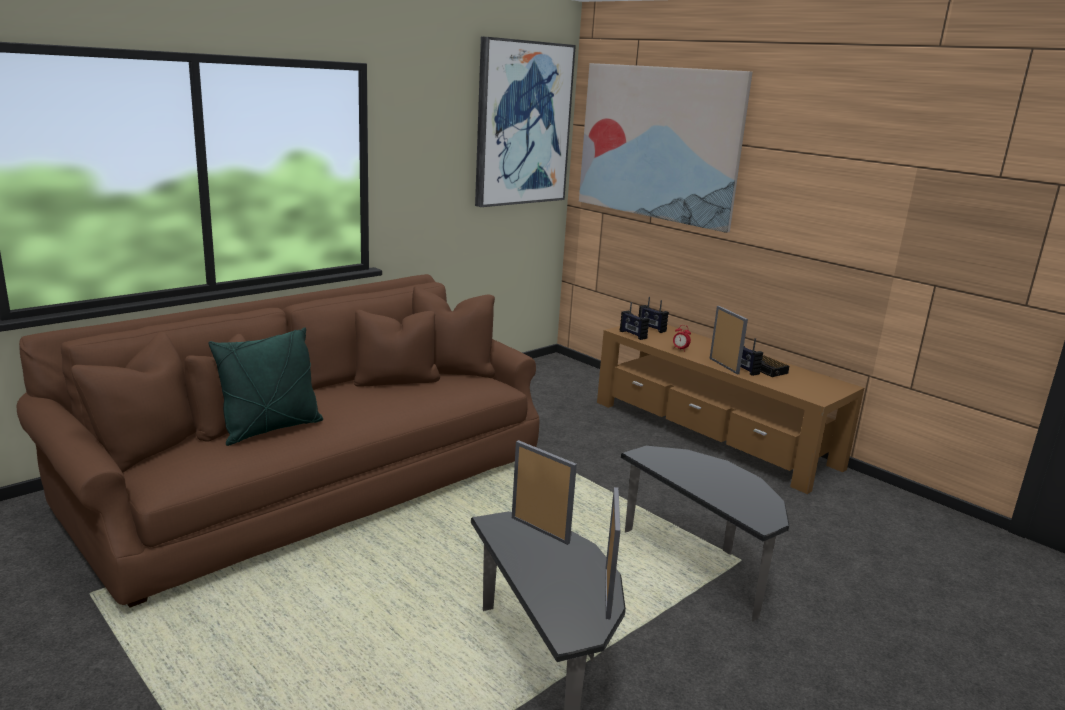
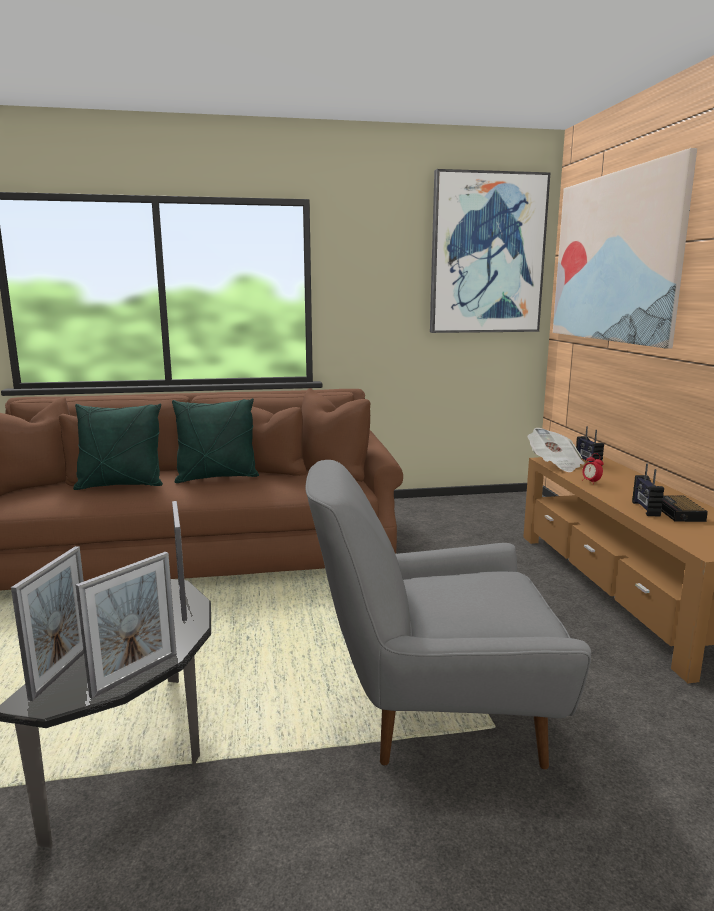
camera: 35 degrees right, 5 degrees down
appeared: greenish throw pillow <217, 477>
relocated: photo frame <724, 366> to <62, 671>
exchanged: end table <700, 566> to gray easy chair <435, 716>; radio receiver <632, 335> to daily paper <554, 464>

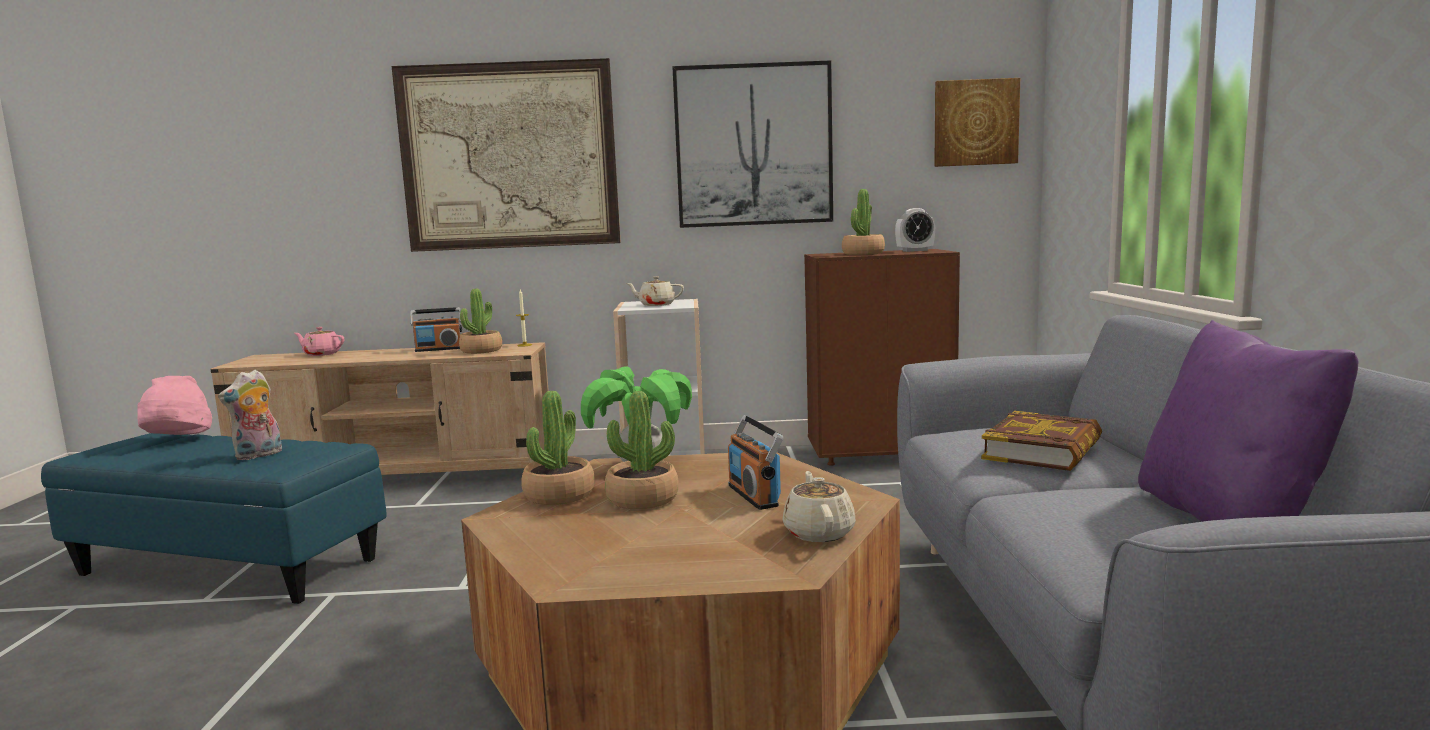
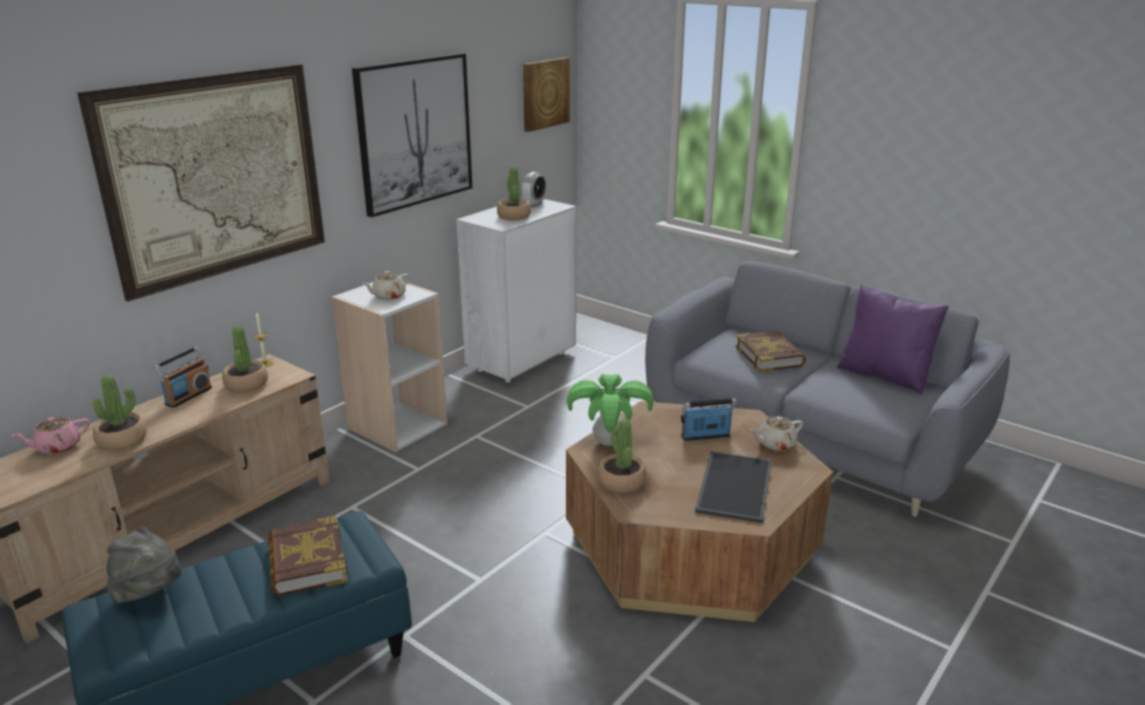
camera: 50 degrees left, 15 degrees up
appeared: serving tray <733, 485>
relocated: potted plant <642, 499> to <122, 440>
exchanged: cuddly toy <258, 455> to bound book <307, 562>
colour: pink-coloured wearable hat <178, 440> to gray wearable hat <151, 595>; brown storage cabinet <880, 454> to whitish storage cabinet <522, 361>
spun: radio receiver <754, 495> = <705, 436> 150 degrees clockwise; beige teapot <818, 532> = <775, 444> 60 degrees counterclockwise

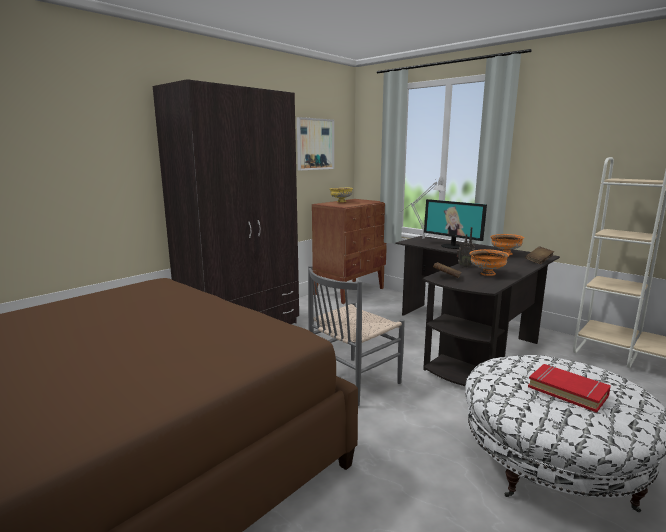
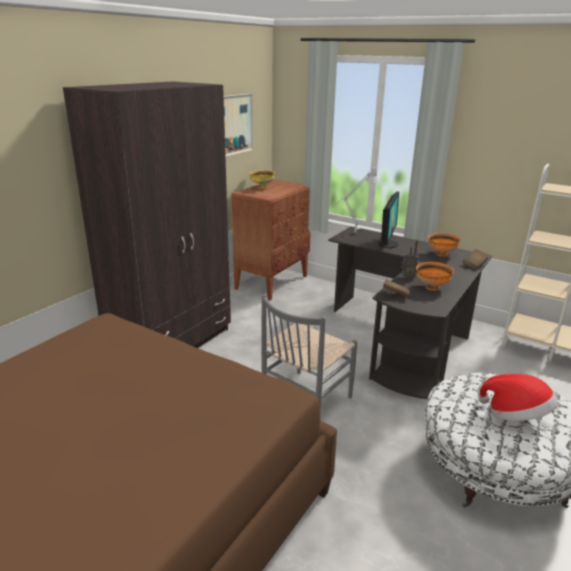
camera: 10 degrees left, 10 degrees up
exchanged: reddish bound book <567, 391> to wearable hat <515, 415>
spun: monitor <452, 246> = <387, 244> 105 degrees counterclockwise

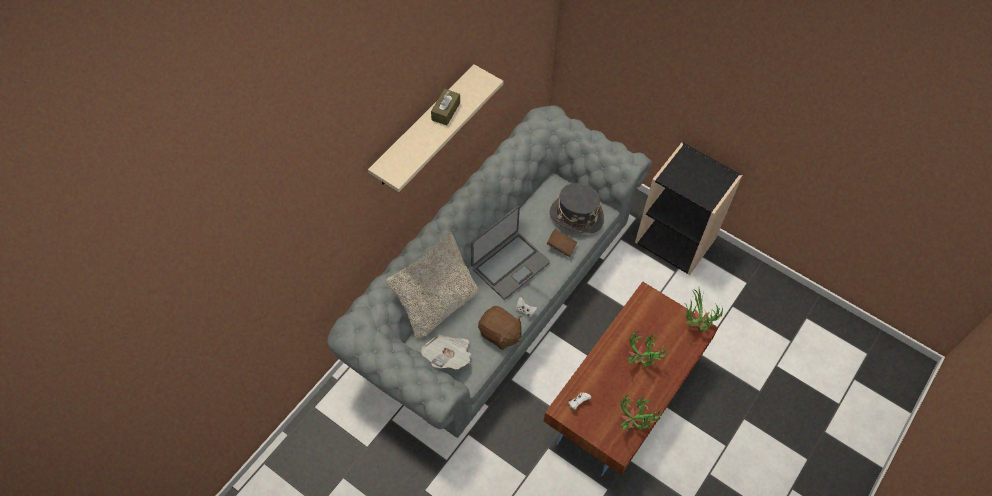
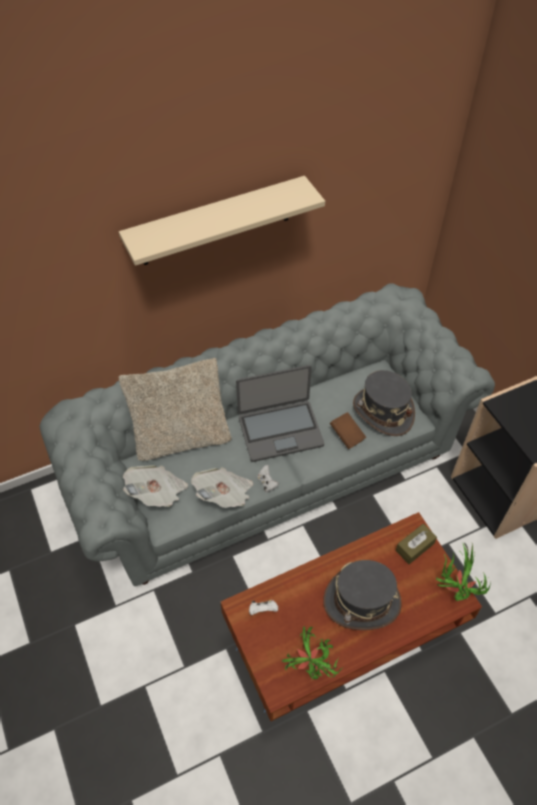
camera: 30 degrees right, 5 degrees down
relocated: brown box of tissues <446, 111> to <414, 547>
exchanged: brown cuddly toy <500, 334> to daily paper <224, 494>; potted plant <640, 363> to gray wearable hat <362, 601>

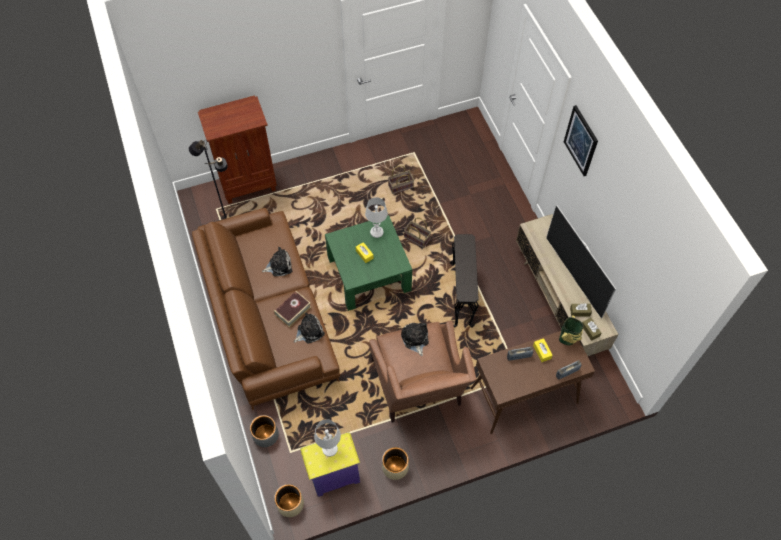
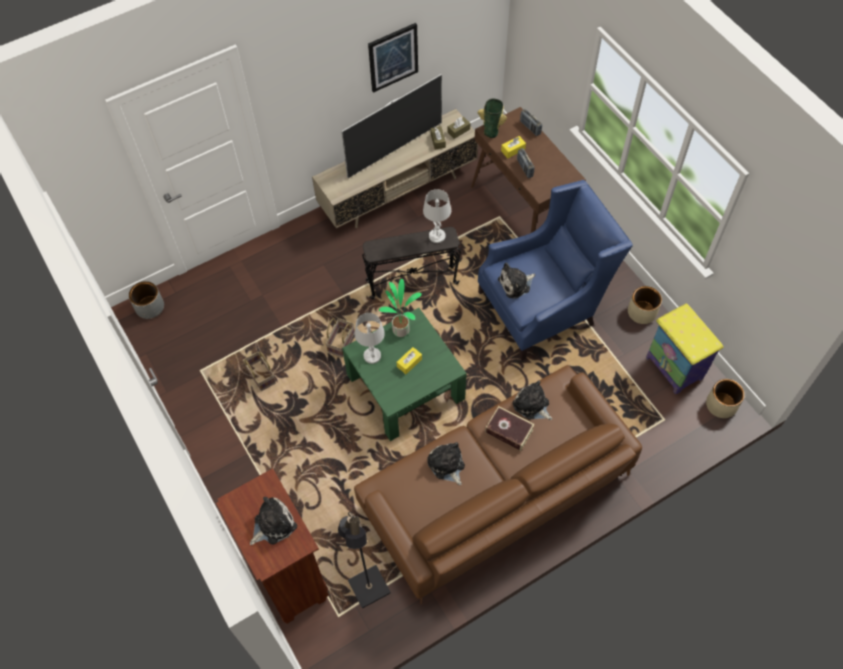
camera: 100 degrees left, 0 degrees up
appeared: cuddly toy <273, 524>; potted plant <401, 329>
relocated: gray planter <265, 435> to <150, 307>; wall art <581, 140> to <393, 57>; whitish lamp for a table <330, 448> to <436, 236>
colour: brown easy chair <418, 387> to blue easy chair <543, 306>

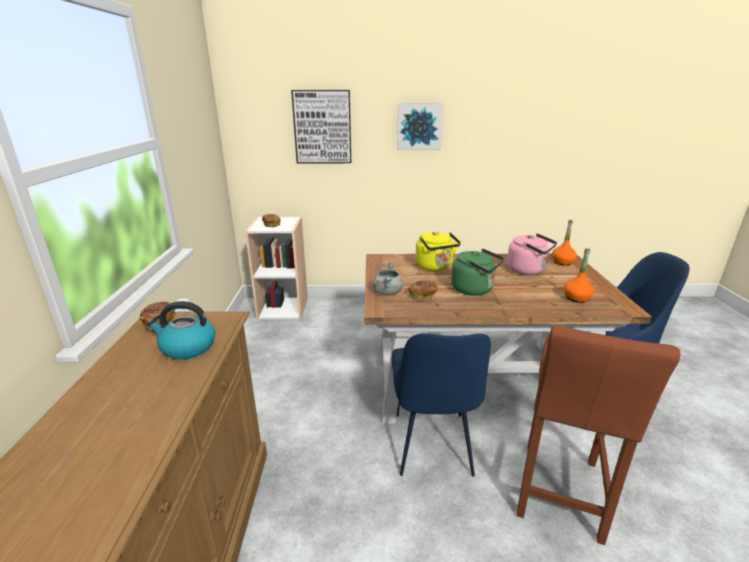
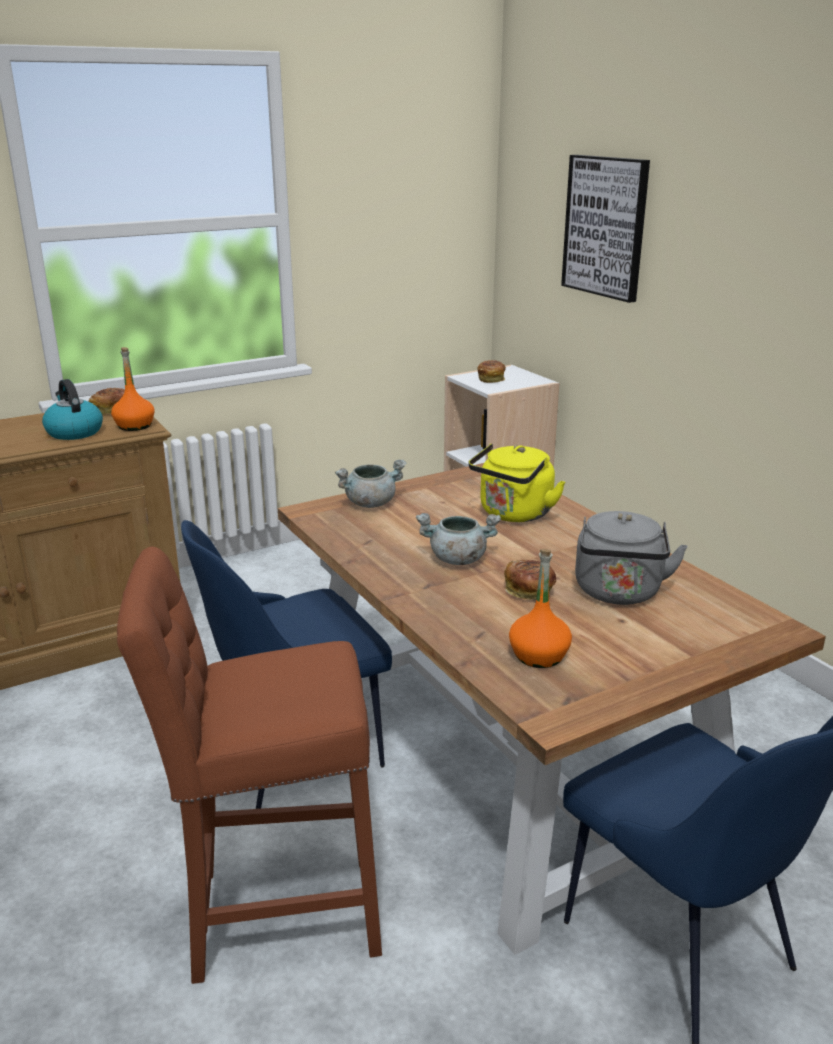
camera: 60 degrees right, 0 degrees up
missing: wall art <419, 126>
relocated: orange-coloured drink bottle <562, 262> to <135, 426>; bakery bread <423, 296> to <529, 591>
exchanged: greenish water kettle <474, 289> to gray saucepot <457, 559>
colour: pink-coloured water kettle <528, 270> to gray water kettle <618, 593>

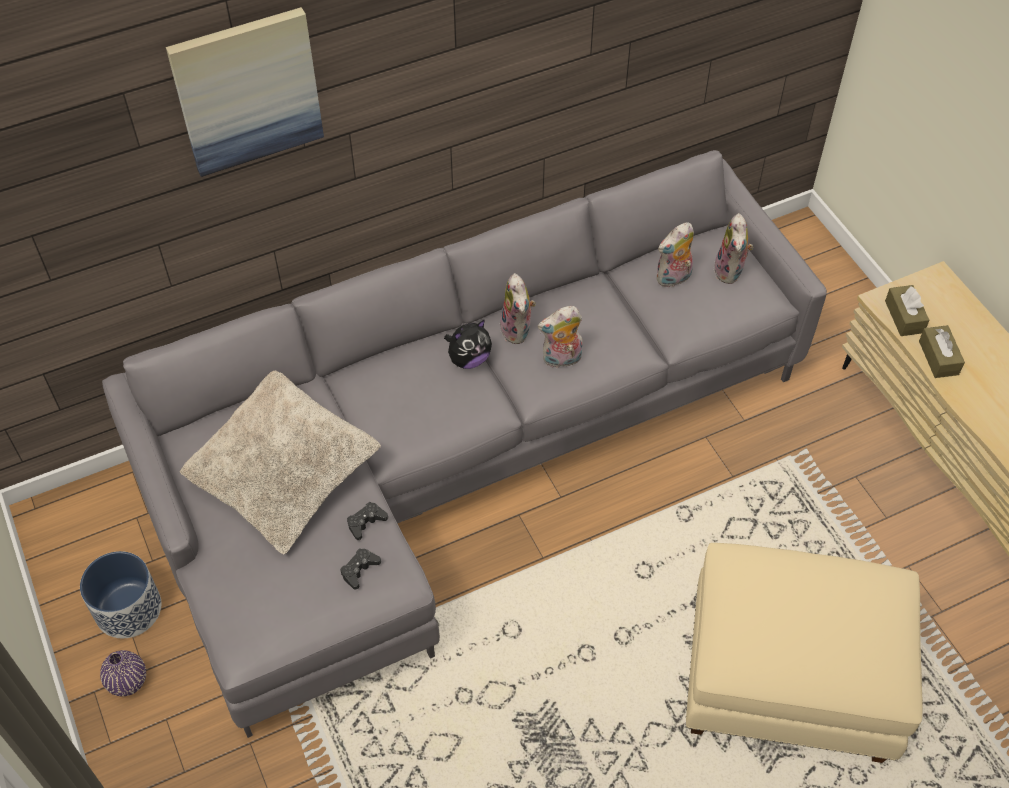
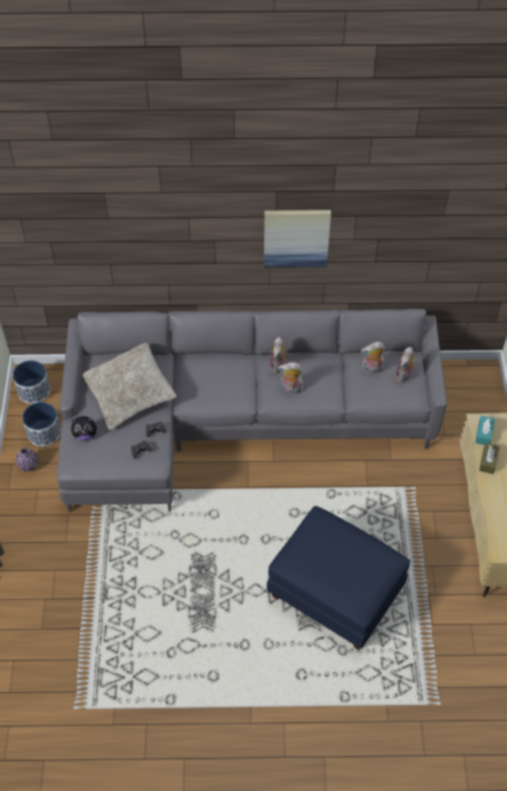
camera: 25 degrees right, 0 degrees up
appeared: planter <34, 391>
relocated: cuddly toy <468, 359> to <85, 434>; wall art <247, 91> to <296, 237>
colour: beige pouffe <789, 679> to blue pouffe <336, 593>; brown box of tissues <904, 317> to turquoise-coloured box of tissues <484, 434>

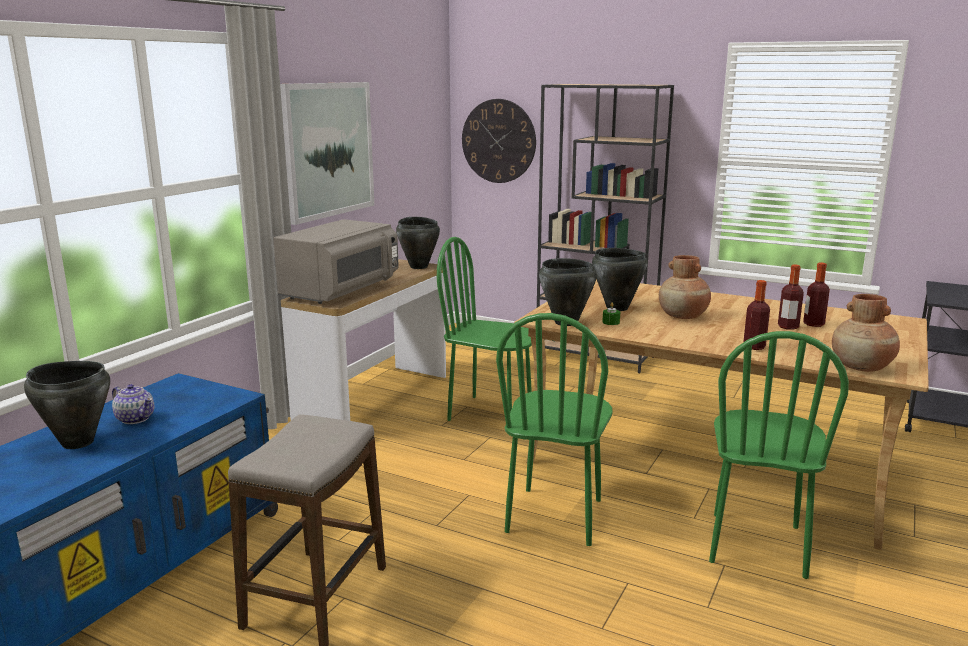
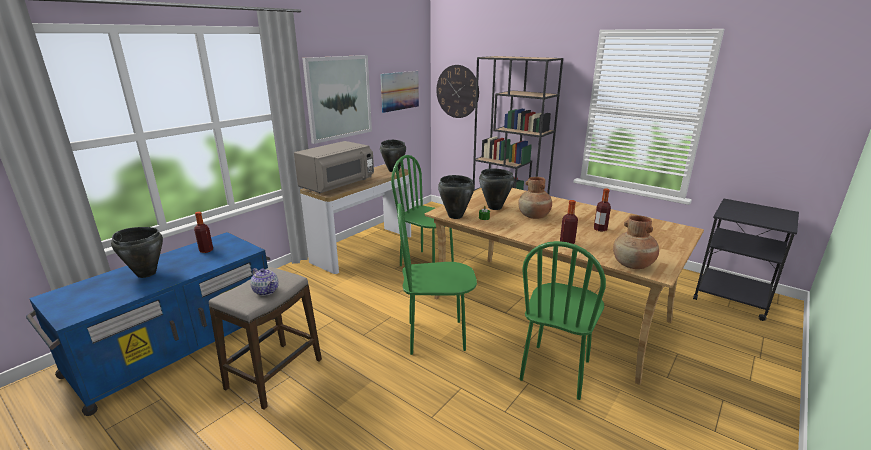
camera: 10 degrees right, 5 degrees up
appeared: wall art <400, 91>
relocated: drink bottle <813, 324> to <206, 250>; teapot <135, 418> to <266, 291>
spun: greenish chair <555, 516> = <436, 336> 60 degrees clockwise

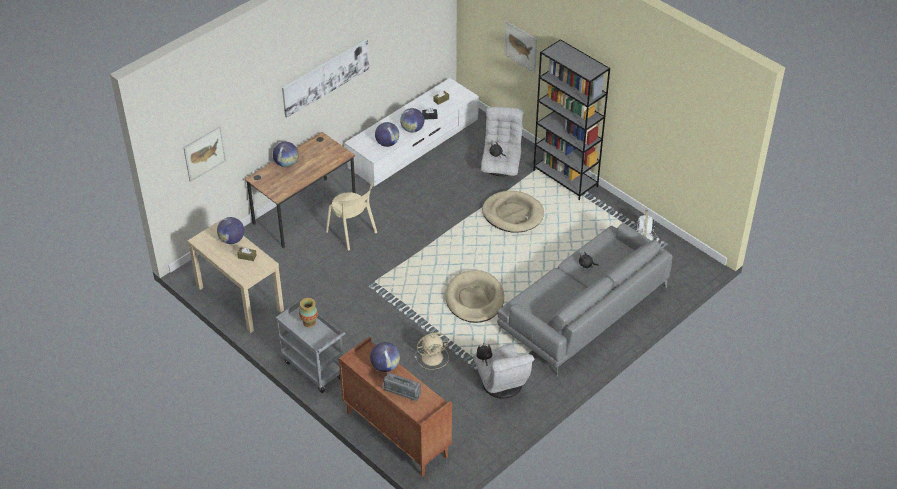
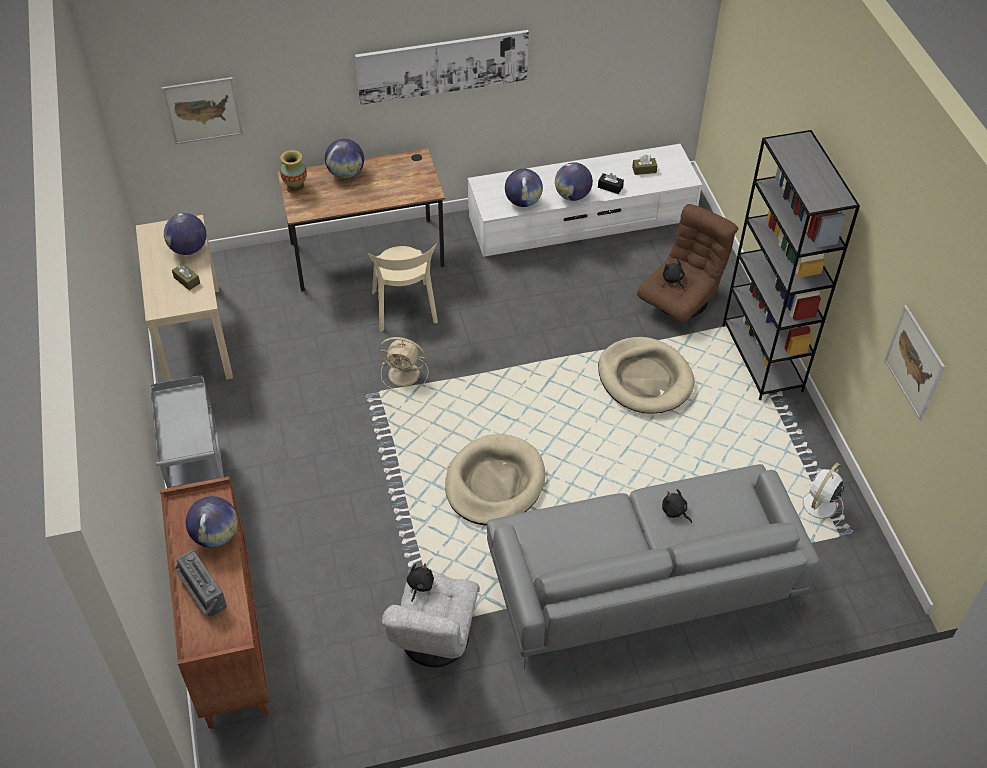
camera: 30 degrees right, 5 degrees up
relocated: vase <309, 322> to <295, 187>; beige fan <433, 357> to <405, 374>; wall art <521, 46> to <914, 363>
colour: gray easy chair <501, 165> to brown easy chair <681, 300>

